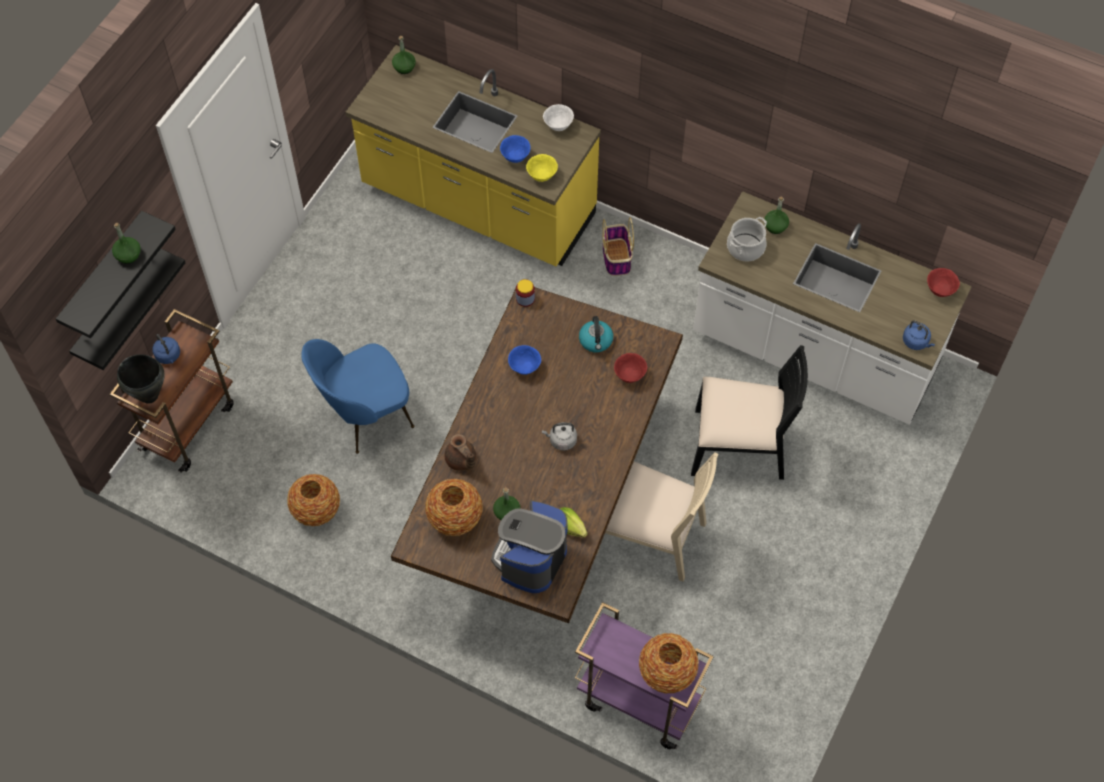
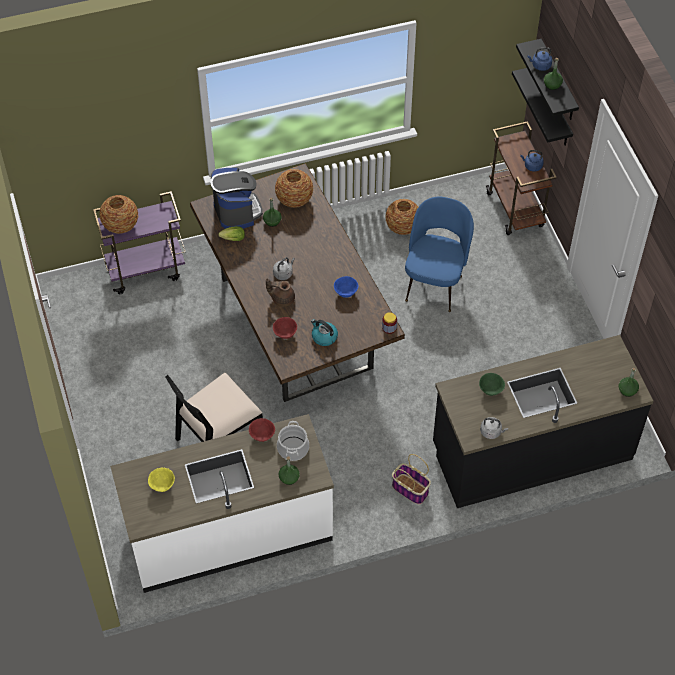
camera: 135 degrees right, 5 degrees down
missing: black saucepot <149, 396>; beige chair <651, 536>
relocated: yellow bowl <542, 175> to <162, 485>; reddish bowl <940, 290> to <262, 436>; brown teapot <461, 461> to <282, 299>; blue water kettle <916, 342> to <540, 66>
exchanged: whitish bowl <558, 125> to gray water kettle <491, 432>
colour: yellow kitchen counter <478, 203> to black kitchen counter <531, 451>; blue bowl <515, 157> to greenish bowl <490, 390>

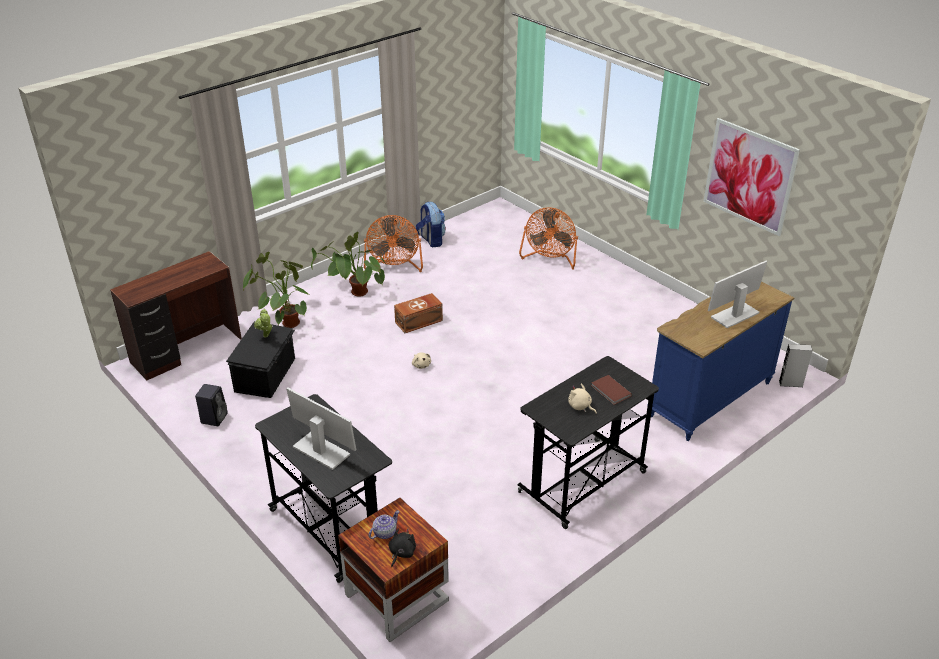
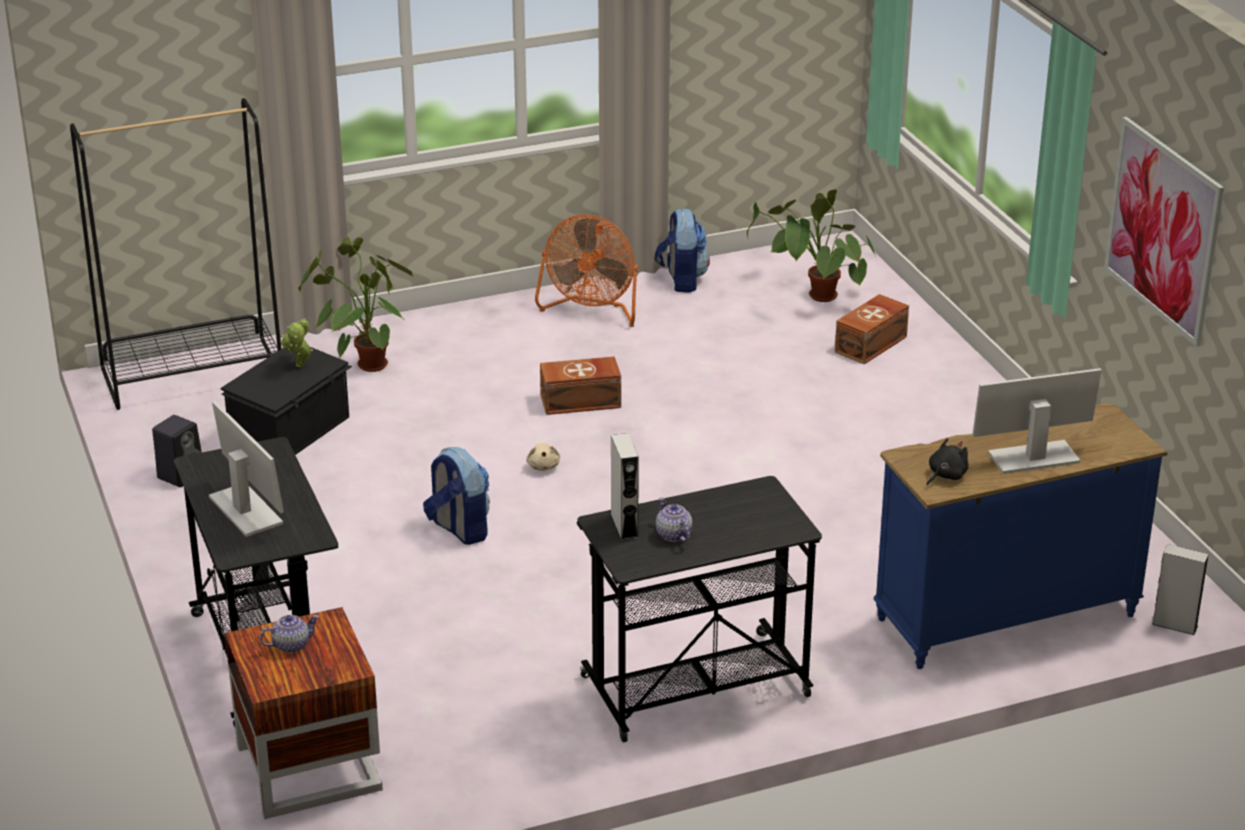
camera: 20 degrees right, 5 degrees down
missing: brown bound book <610, 391>
appeared: rucksack <459, 529>; gray loudspeaker <624, 526>
relocated: potted plant <353, 296> to <810, 299>; black cuddly toy <401, 553> to <945, 475>
exchanged: brown desk unit <187, 351> to black garment stand <192, 374>; beige cuddly toy <580, 406> to teapot <673, 535>; orange-coloured fan <548, 258> to brown storage box <872, 344>

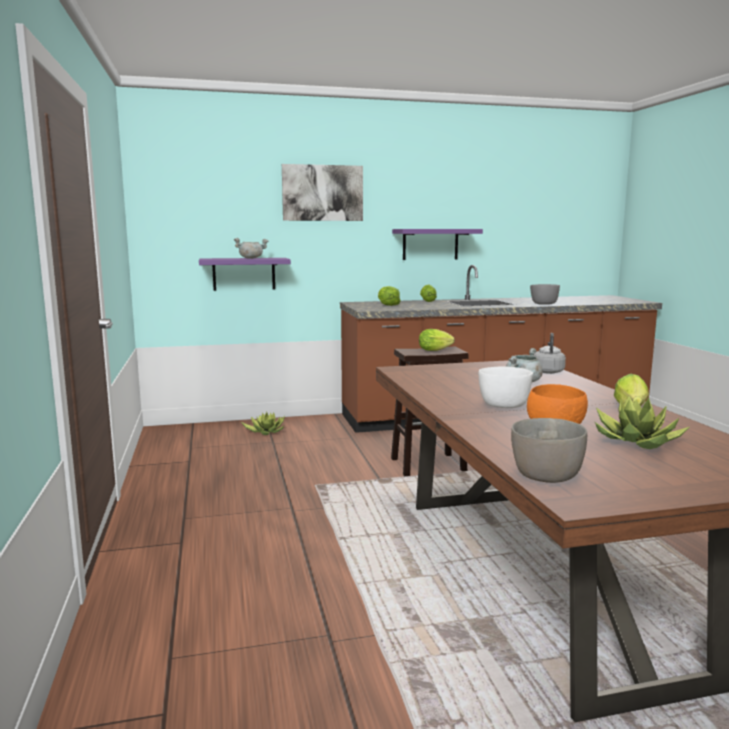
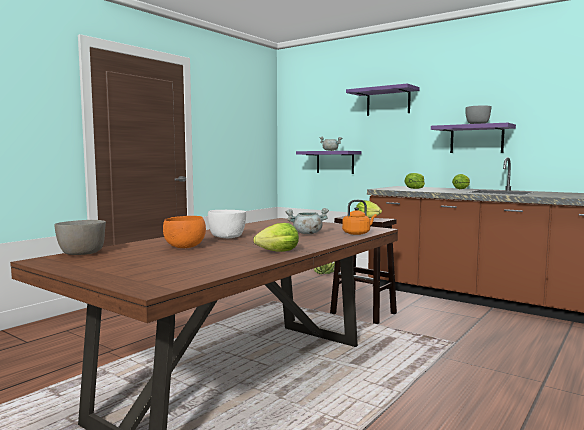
camera: 50 degrees right, 5 degrees down
missing: potted plant <636, 442>
relocated: gray bowl <543, 304> to <477, 124>
exchanged: wall art <322, 193> to purplish wall shelf <388, 102>
colour: gray water kettle <548, 371> to orange-coloured water kettle <357, 233>

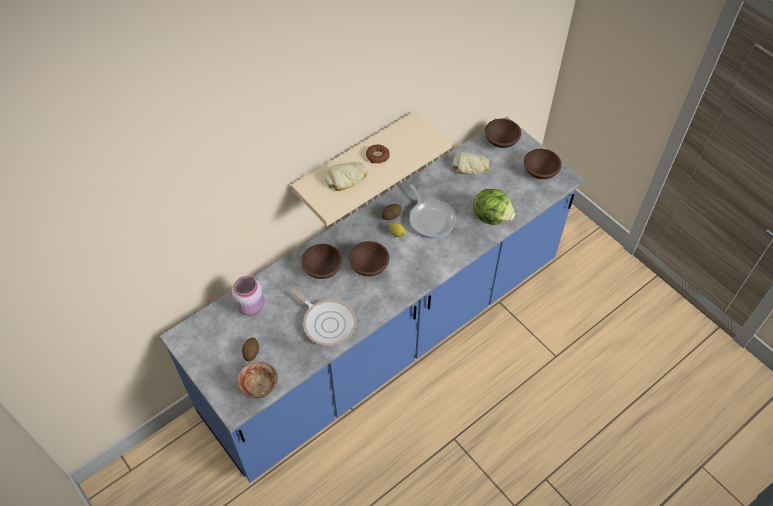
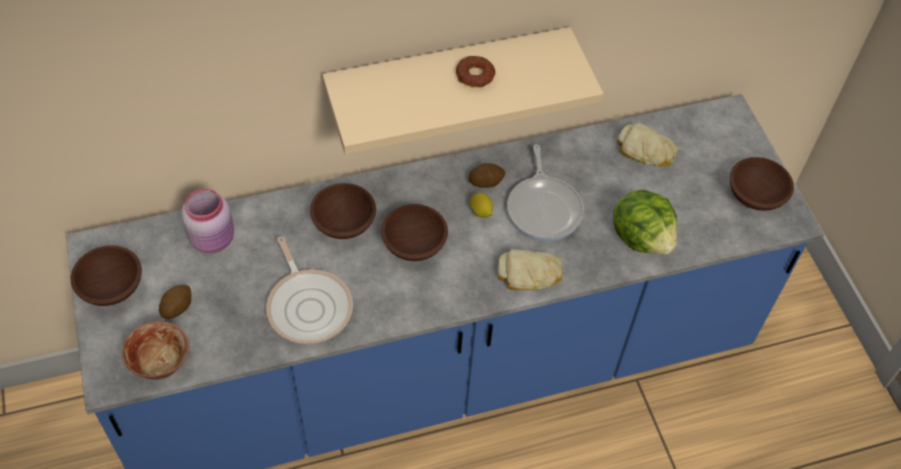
camera: 20 degrees right, 0 degrees up
relocated: brown bowl <502, 140> to <112, 287>; bakery bread <346, 179> to <530, 275>

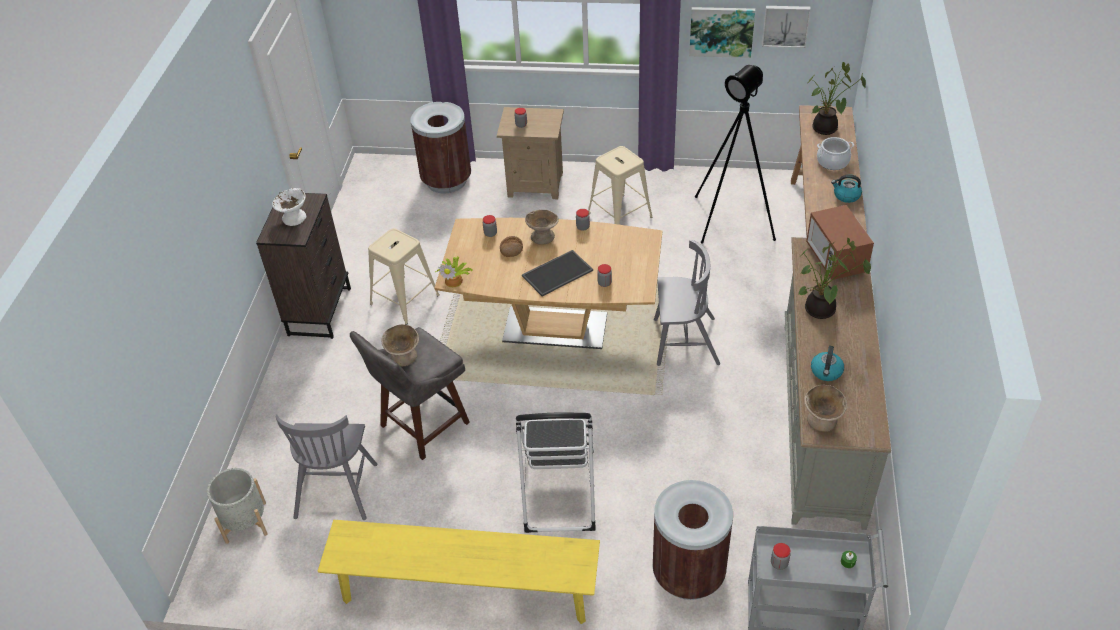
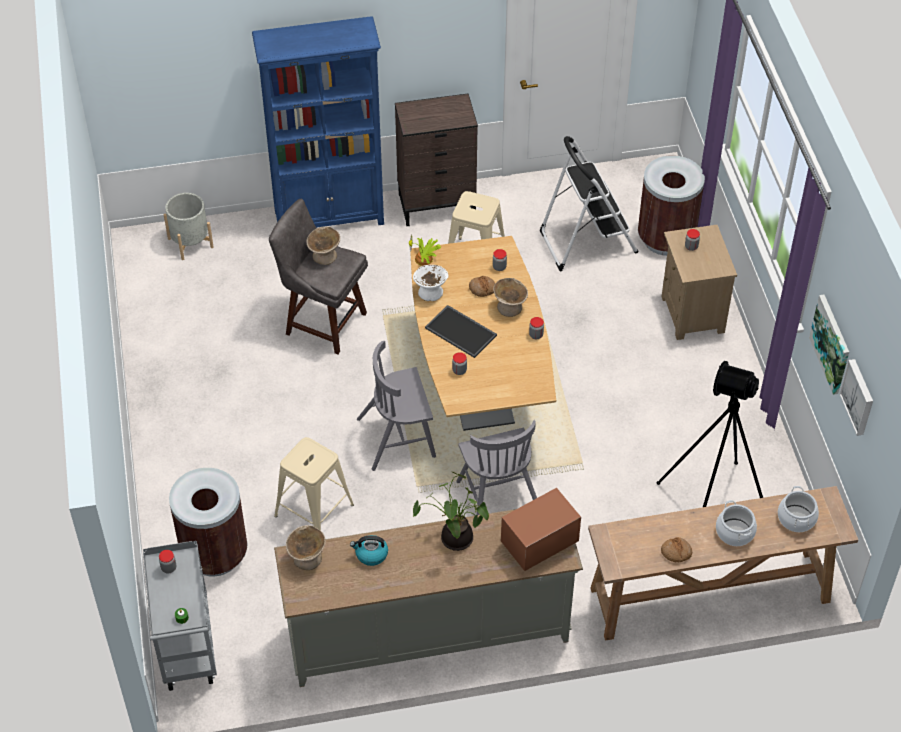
camera: 70 degrees right, 5 degrees up
missing: yellow bench <466, 592>
appeared: blue bookshelf <330, 217>
relocated: beige stool seat <620, 215> to <314, 511>; gray chair <337, 486> to <401, 436>; whitish bowl <294, 218> to <430, 292>; step stool <558, 493> to <585, 241>
exchanged: water kettle <846, 196> to bakery bread <676, 552>; potted plant <826, 130> to saucepot <796, 518>

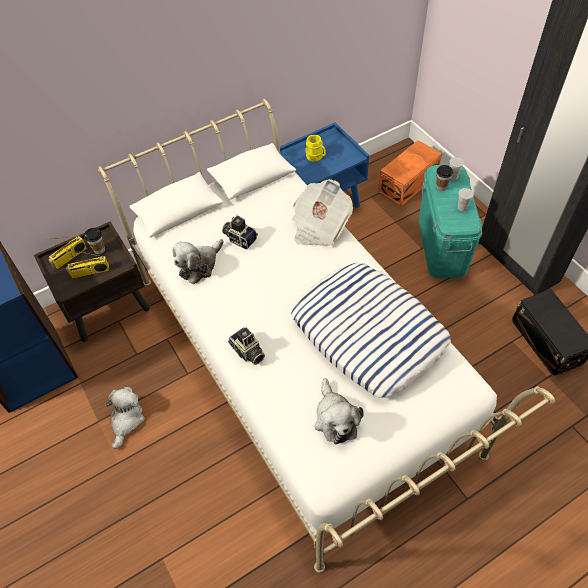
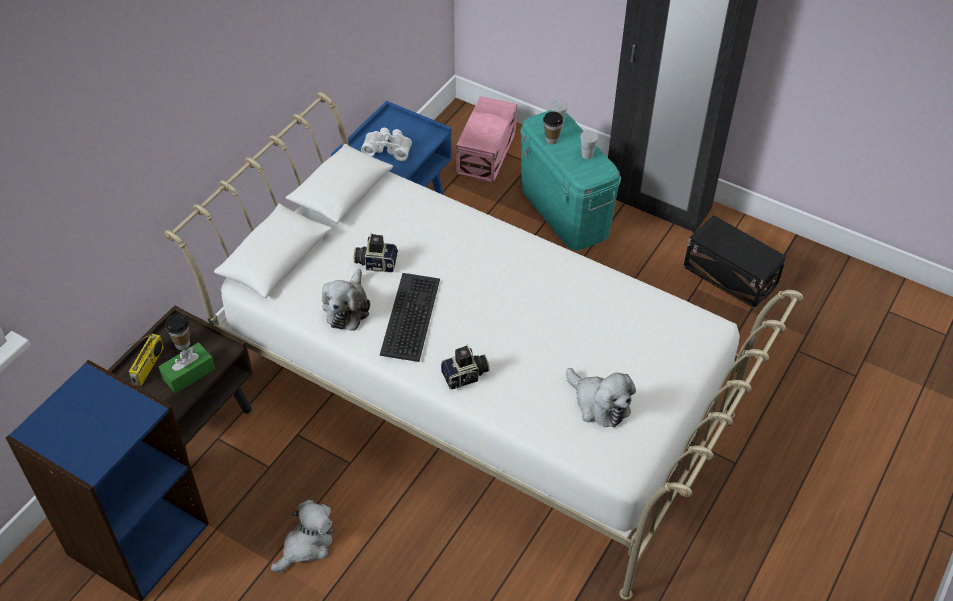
camera: 30 degrees left, 5 degrees down
missing: throw pillow <369, 333>; daily paper <319, 226>
appeared: keyboard <411, 317>
exchanged: radio receiver <89, 272> to greenish box of tissues <189, 374>; yellow mug <316, 157> to whitish field glasses <388, 148>
colour: orange-coloured storage box <409, 183> to pink-coloured storage box <488, 153>
spun: cuddly toy <126, 420> = <306, 545> 60 degrees clockwise; photo camera <247, 352> = <466, 377> 45 degrees counterclockwise

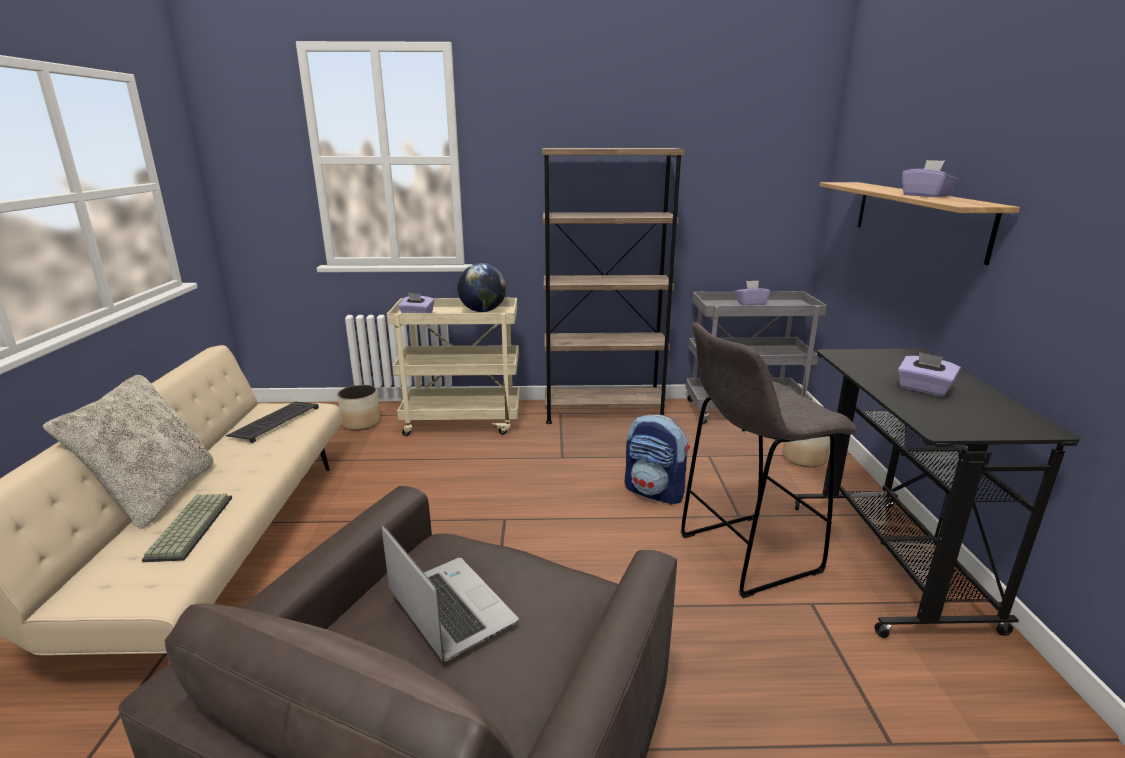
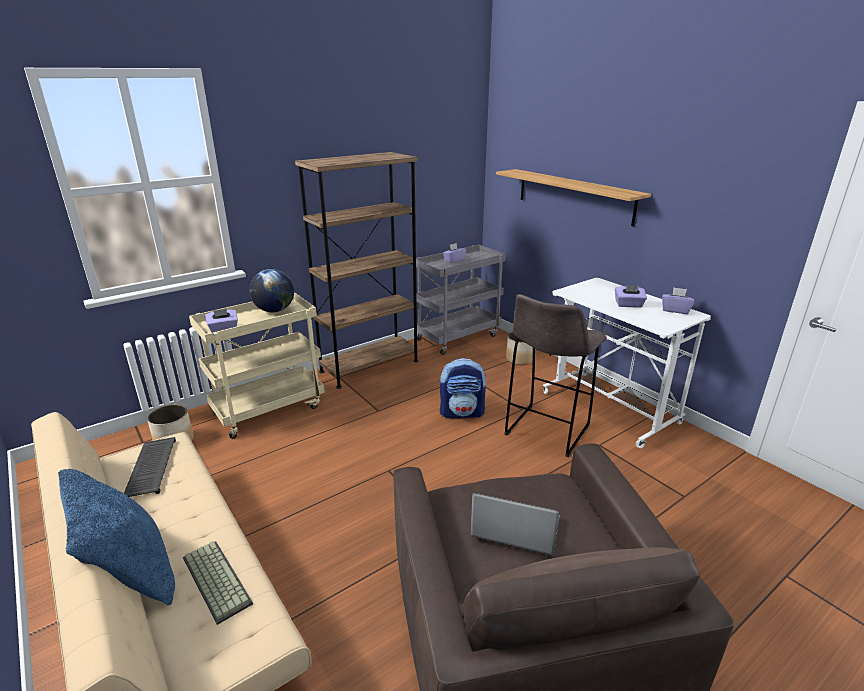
camera: 35 degrees left, 5 degrees up
relocated: purplish box of tissues <925, 195> to <675, 310>
colour: beige throw pillow <156, 494> to blue throw pillow <131, 574>; black desk unit <886, 563> to whitish desk unit <609, 407>

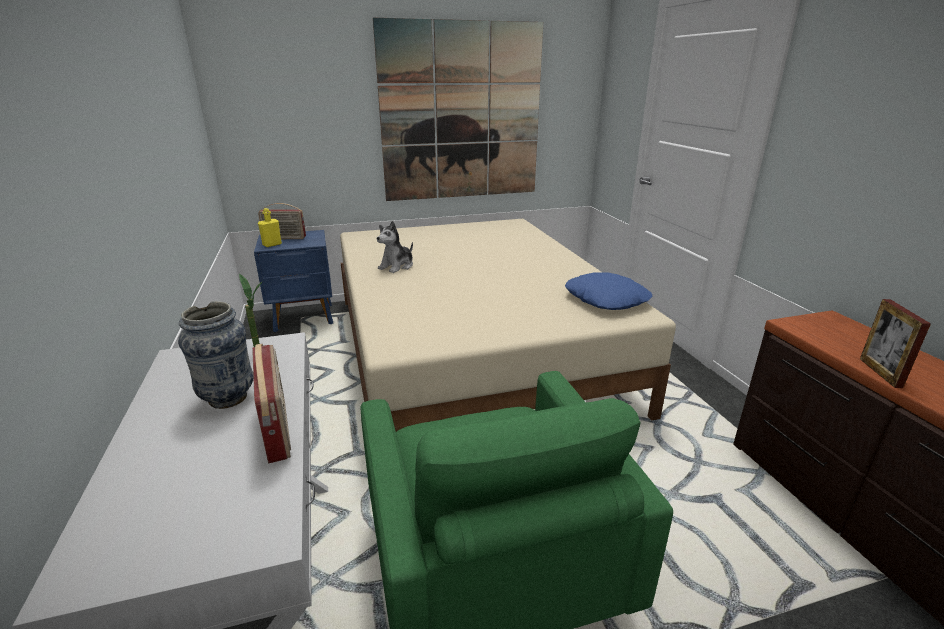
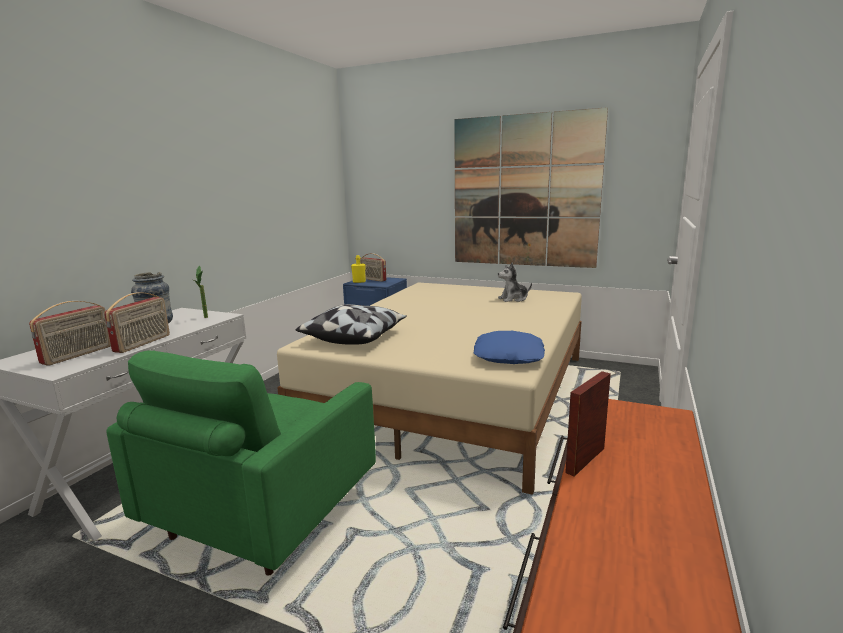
camera: 40 degrees right, 10 degrees down
appeared: radio receiver <78, 355>; throw pillow <354, 337>
relocated: cuddly toy <397, 266> to <513, 299>

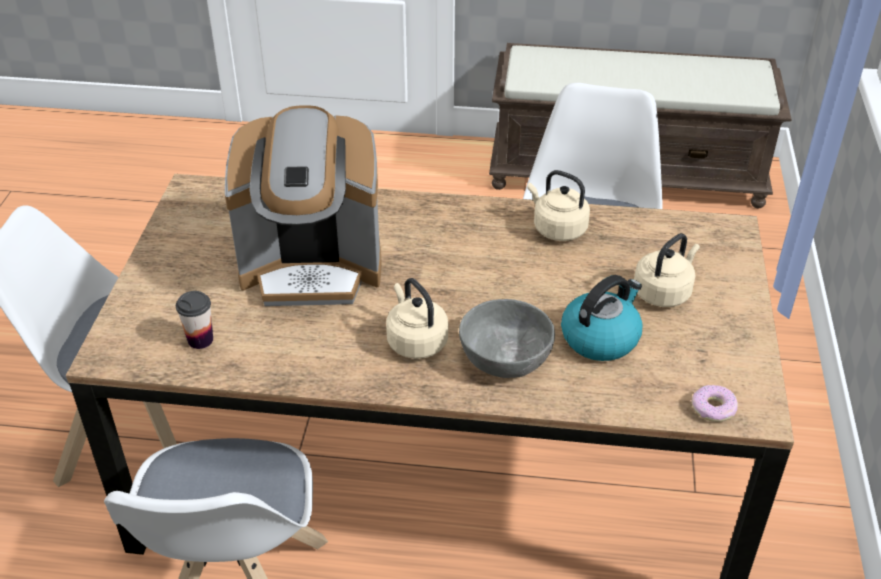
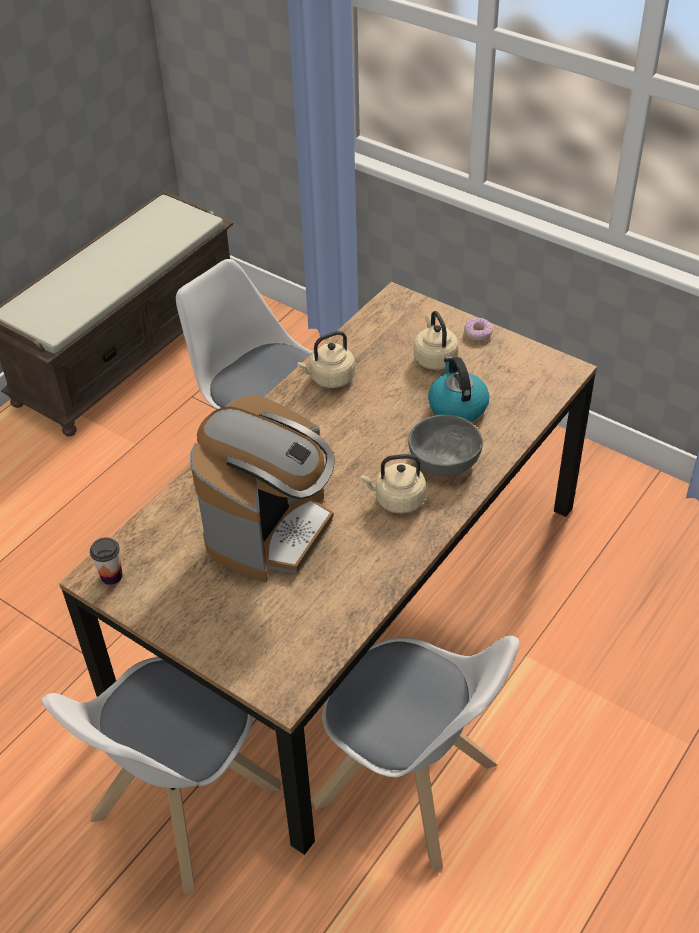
camera: 60 degrees left, 5 degrees up
relocated: cup <200, 340> to <111, 576>; donut <713, 409> to <478, 333>

